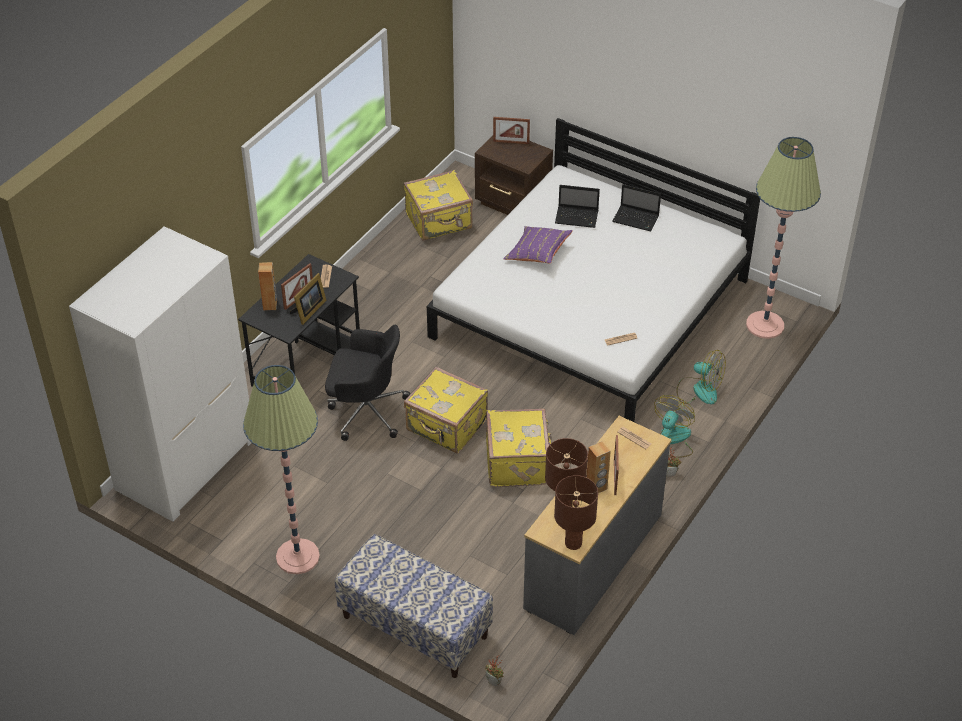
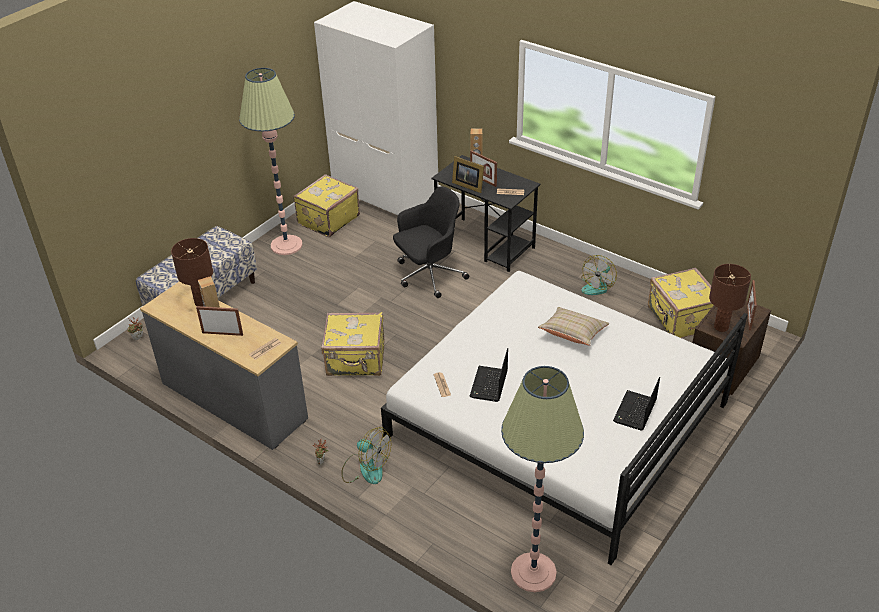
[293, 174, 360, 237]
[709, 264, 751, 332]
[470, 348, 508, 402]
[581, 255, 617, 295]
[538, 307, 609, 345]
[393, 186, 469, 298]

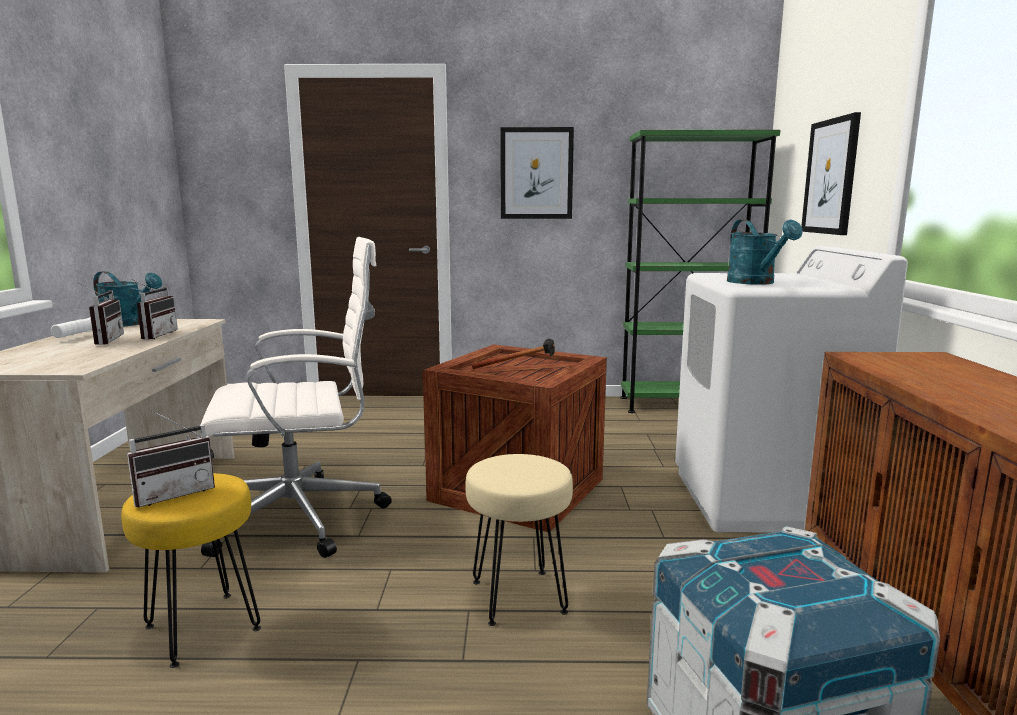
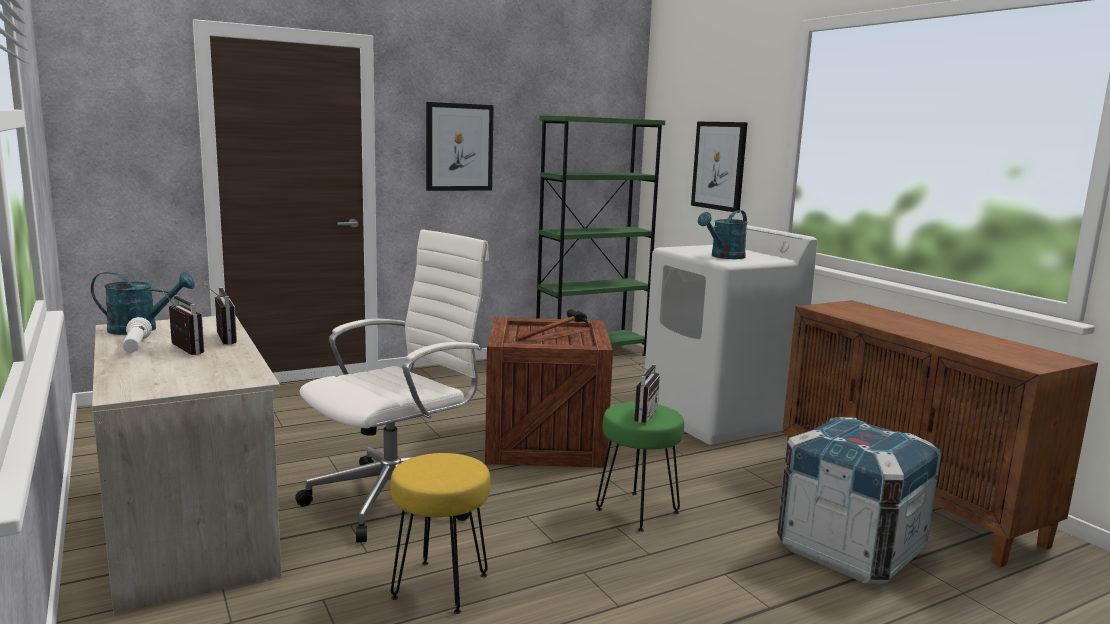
[629, 357, 660, 423]
[596, 402, 684, 532]
[698, 210, 747, 259]

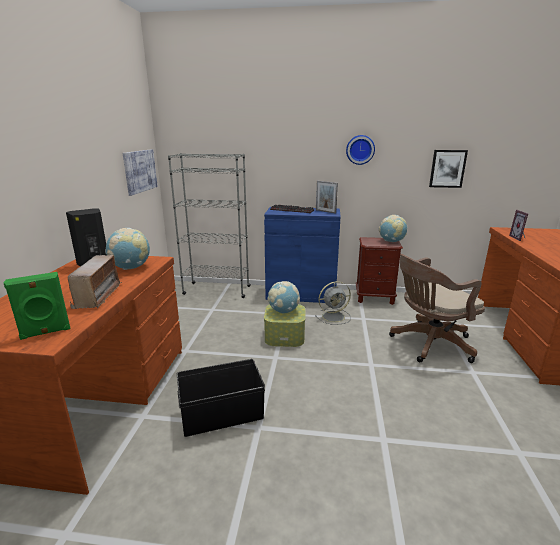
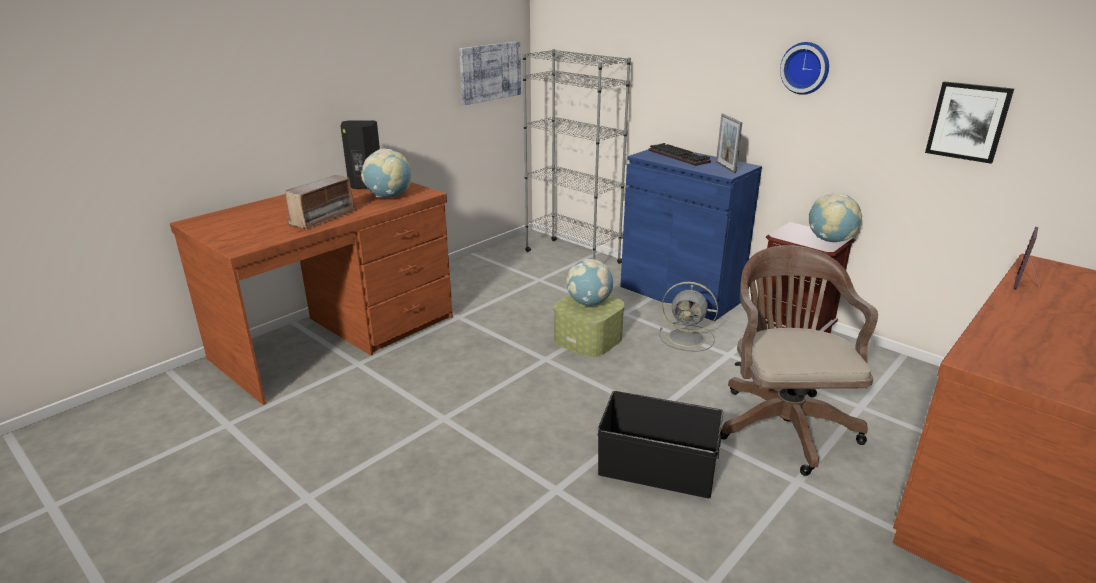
[3, 272, 70, 340] (first image)
[598, 391, 723, 498]
[720, 245, 878, 476]

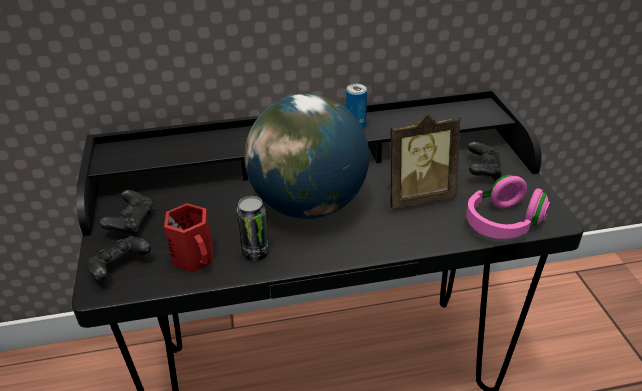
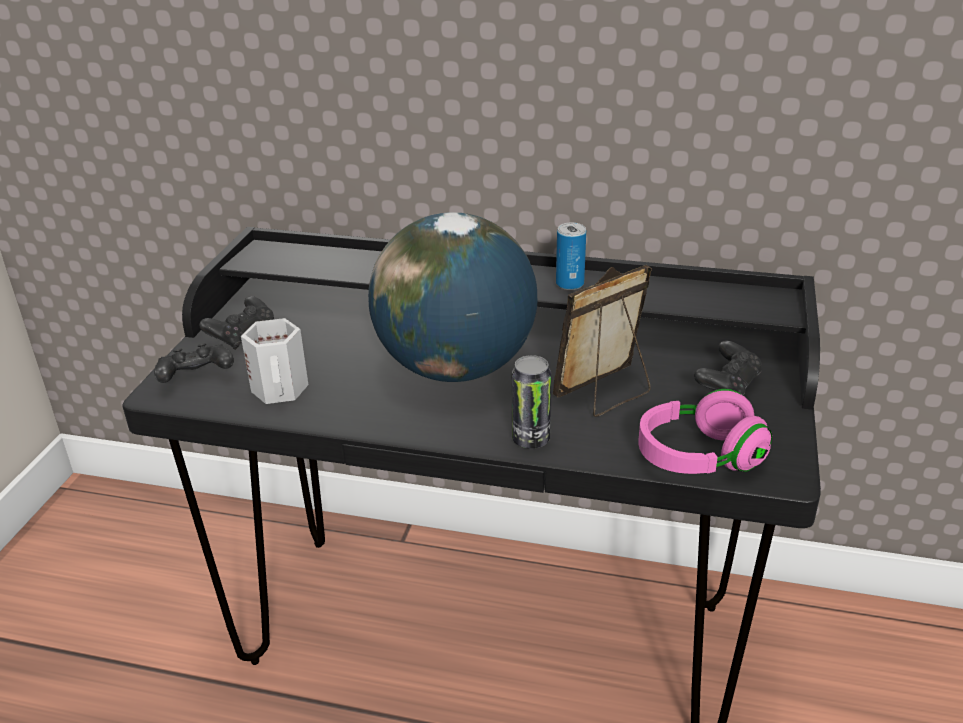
[512, 355, 551, 449]
[241, 318, 308, 404]
[553, 265, 652, 417]

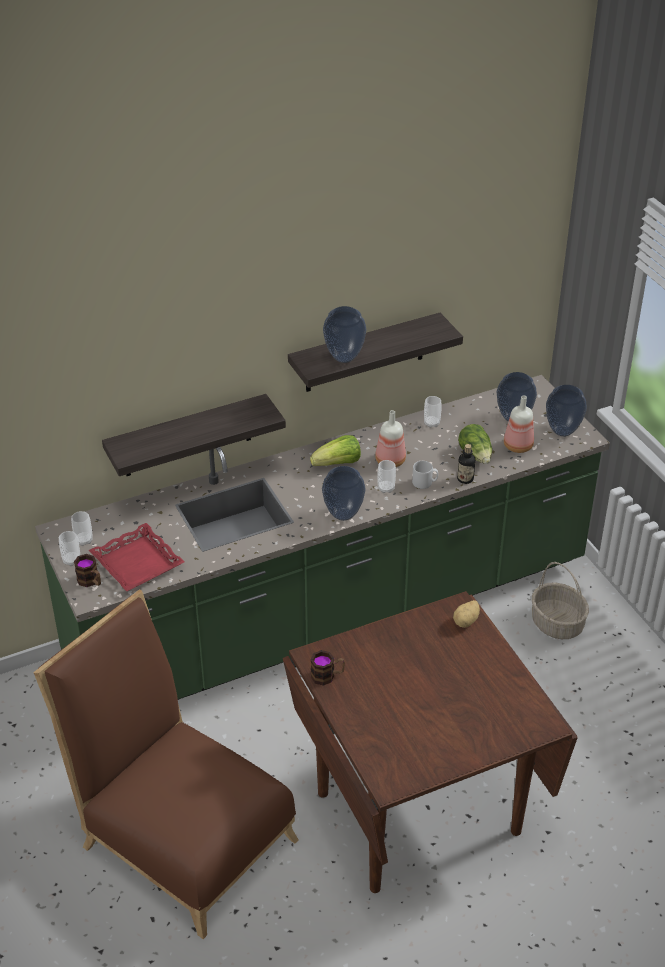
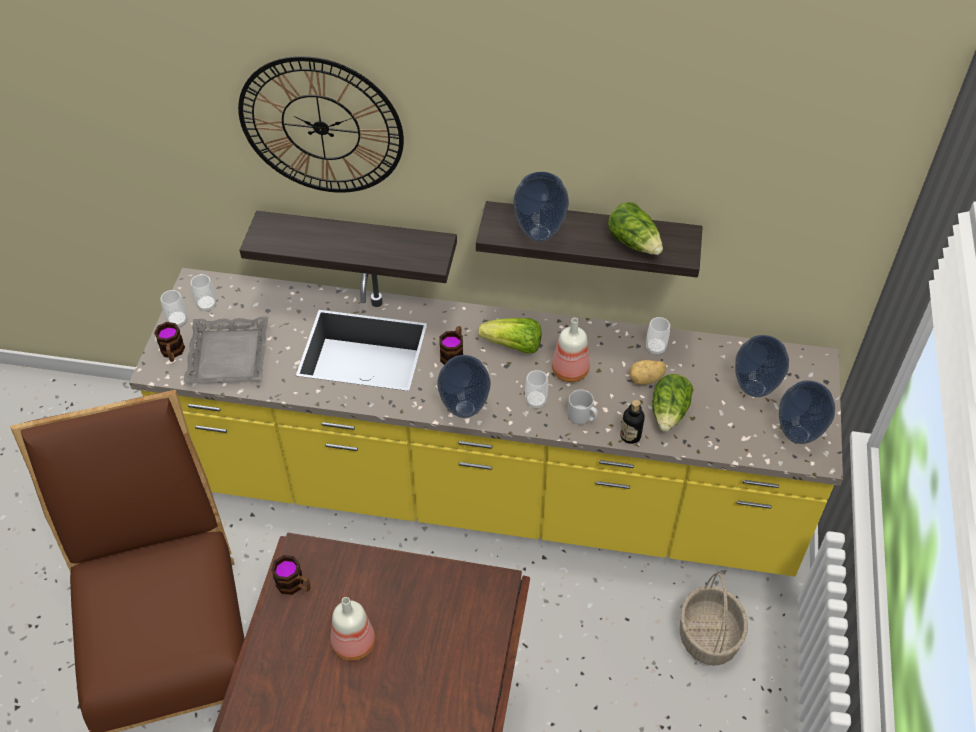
[238, 56, 404, 193]
[439, 326, 463, 365]
[608, 202, 663, 255]
[629, 360, 666, 385]
[331, 597, 375, 661]
[129, 268, 843, 577]
[184, 317, 268, 382]

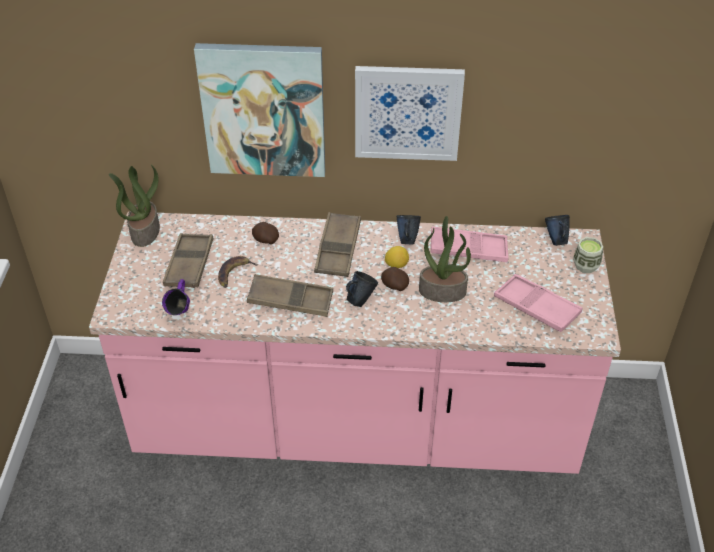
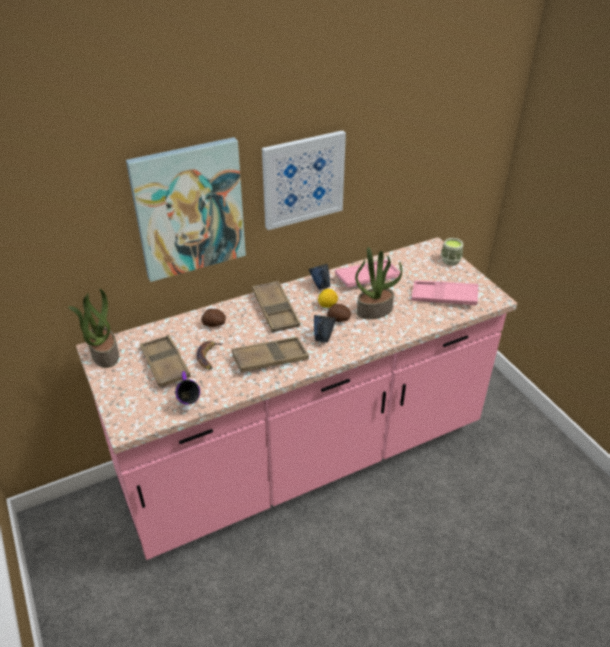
[545, 215, 570, 246] (first image)

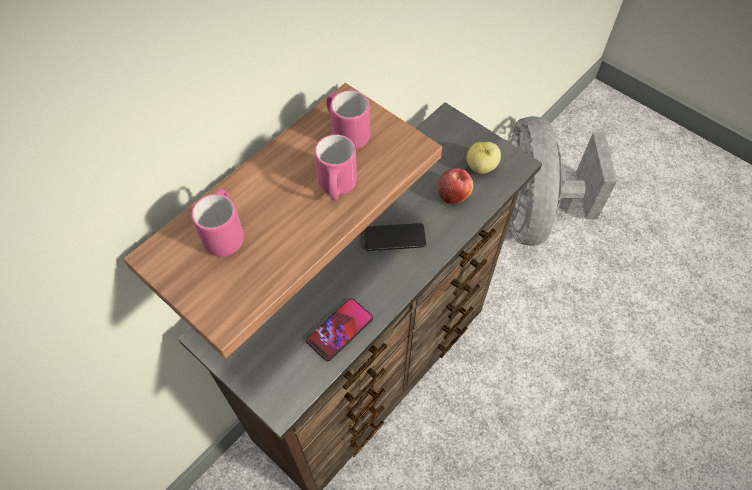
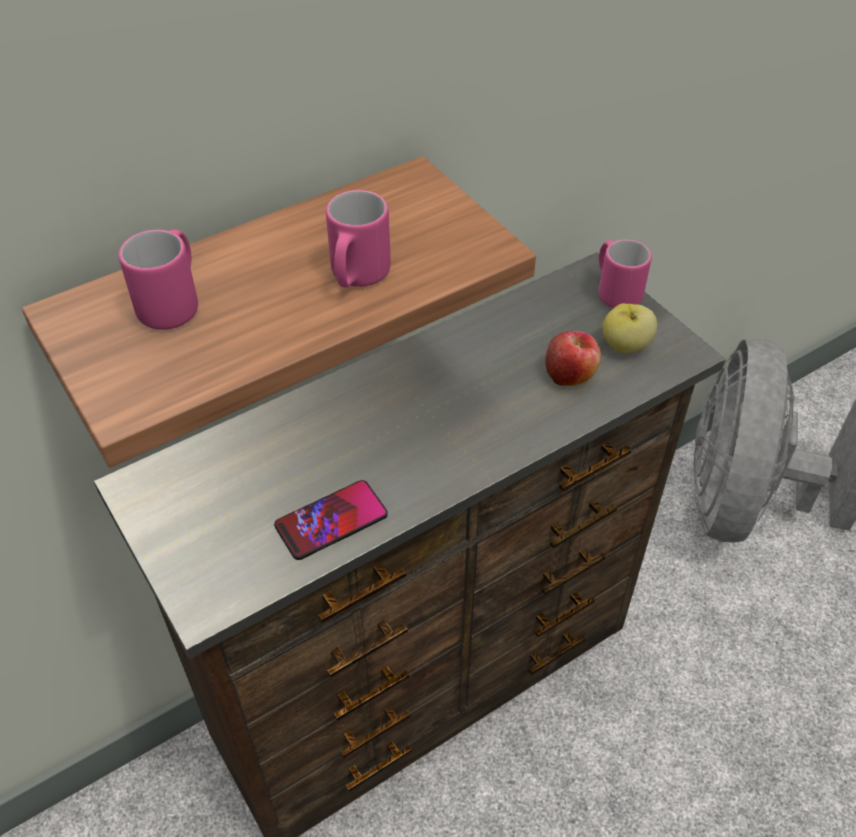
[364, 223, 426, 251] (first image)
[599, 239, 652, 309]

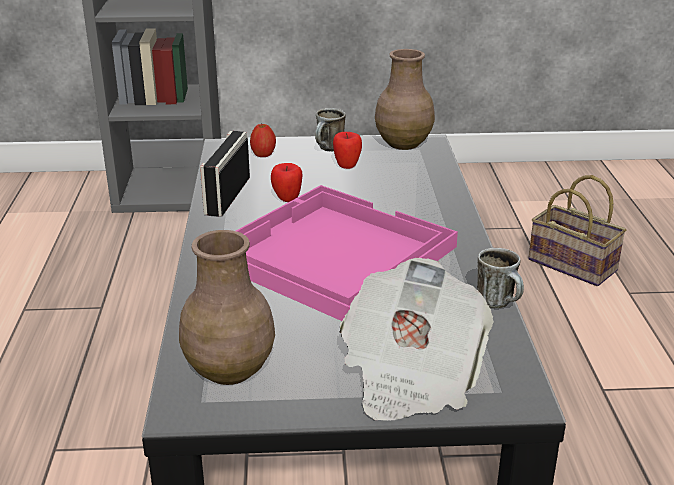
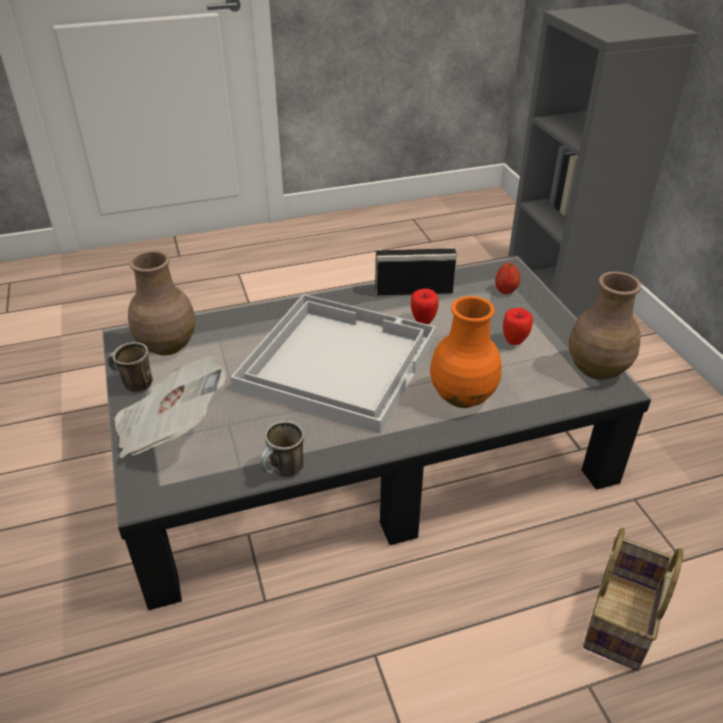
[430, 296, 502, 408]
[107, 342, 153, 392]
[231, 294, 436, 433]

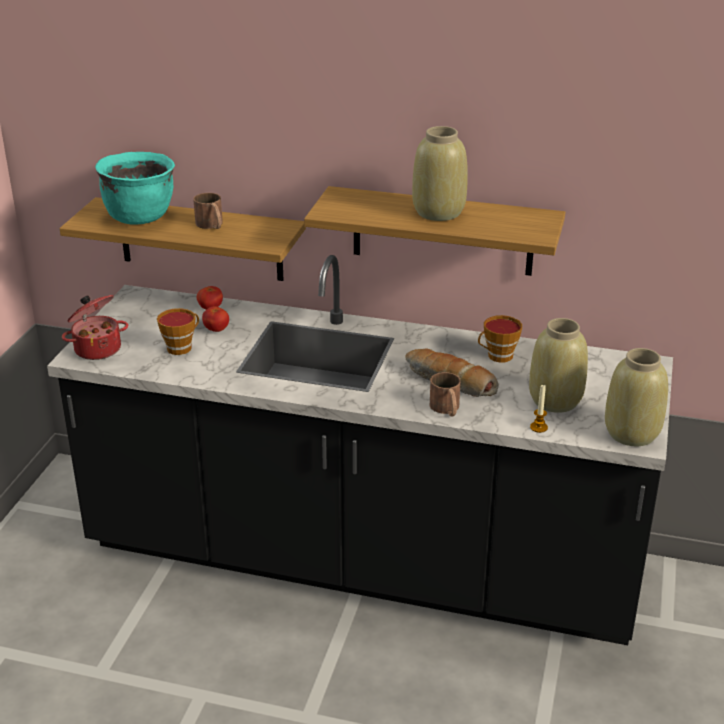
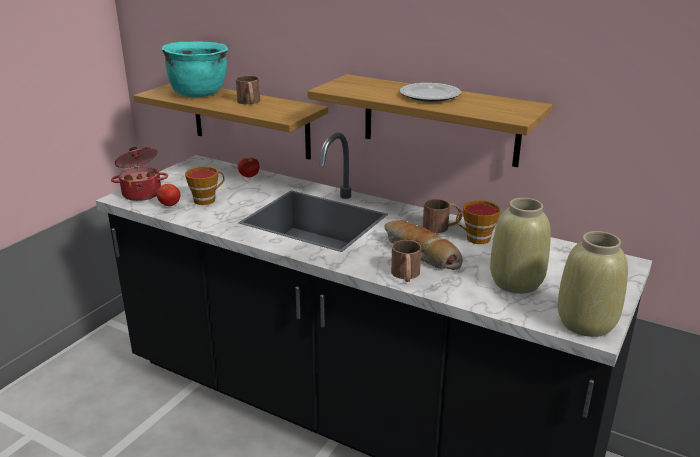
[530, 385, 548, 433] (first image)
[423, 199, 462, 233]
[157, 184, 180, 206]
[400, 83, 461, 102]

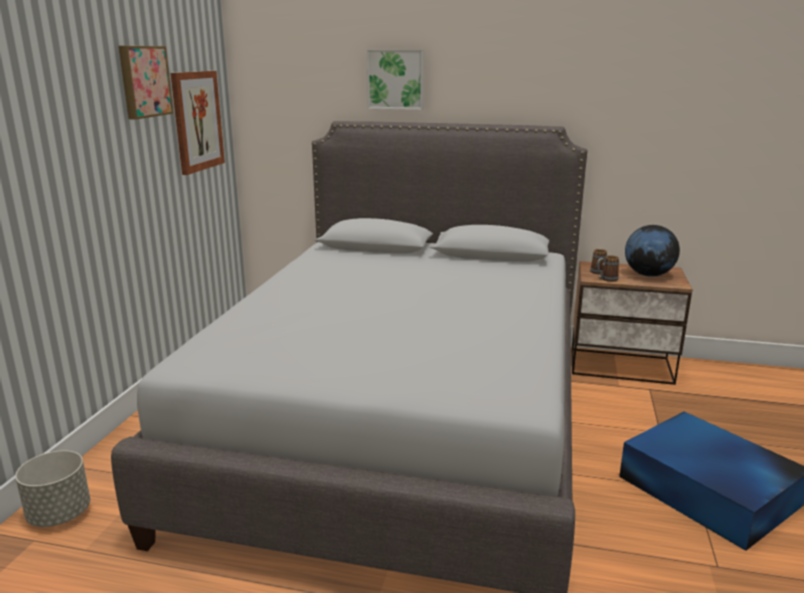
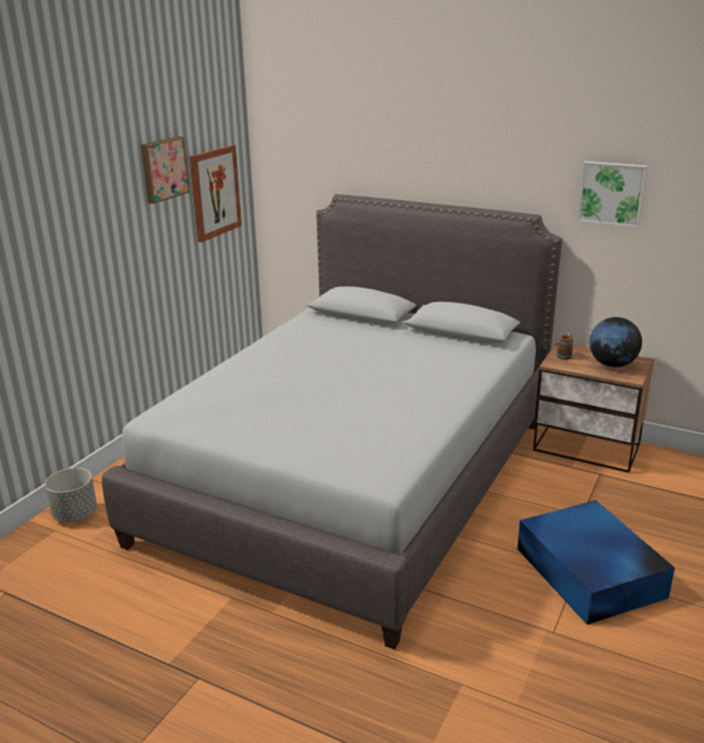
[597, 255, 619, 282] (first image)
[577, 161, 648, 228]

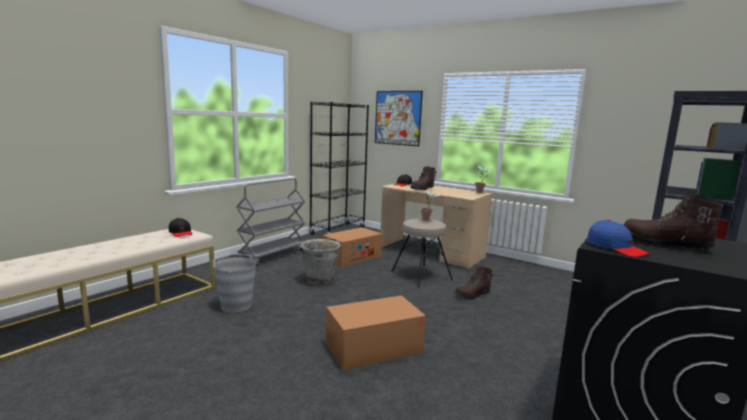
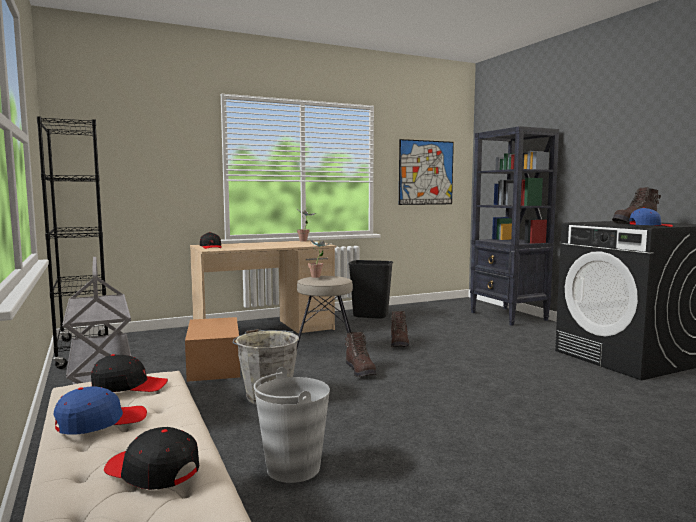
[326, 295, 426, 371] (first image)
[53, 386, 147, 435]
[104, 427, 199, 489]
[348, 260, 393, 319]
[399, 139, 454, 205]
[345, 332, 377, 377]

